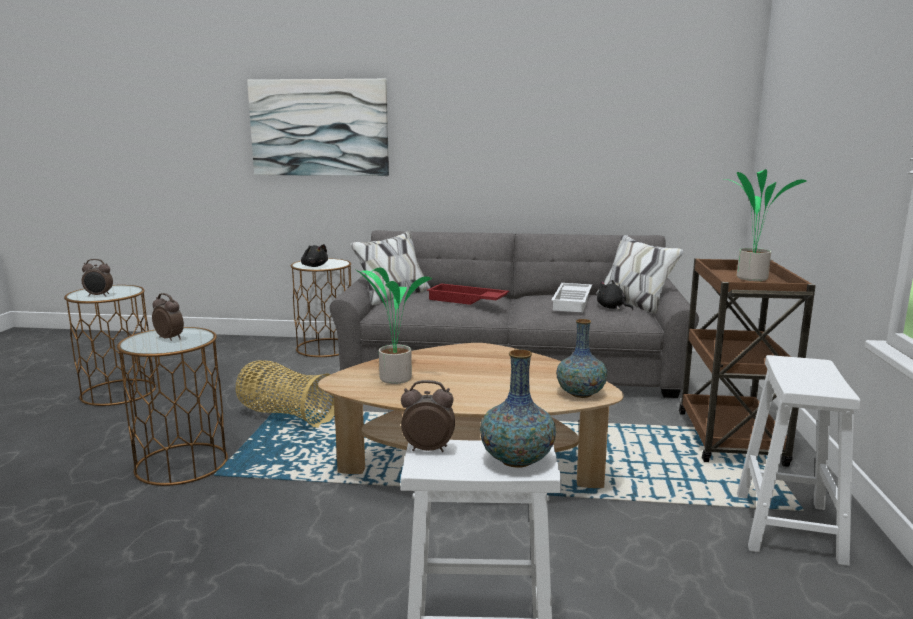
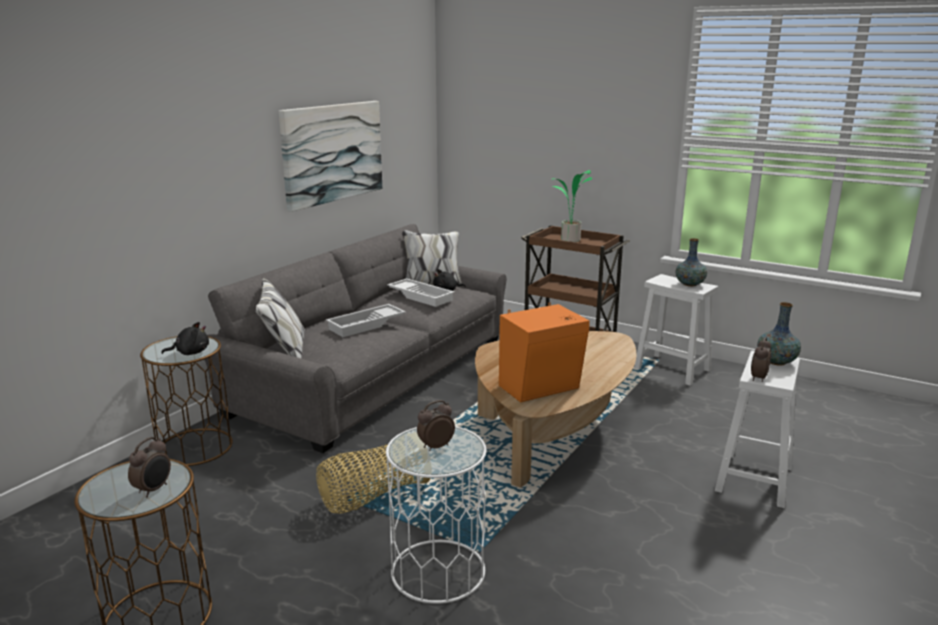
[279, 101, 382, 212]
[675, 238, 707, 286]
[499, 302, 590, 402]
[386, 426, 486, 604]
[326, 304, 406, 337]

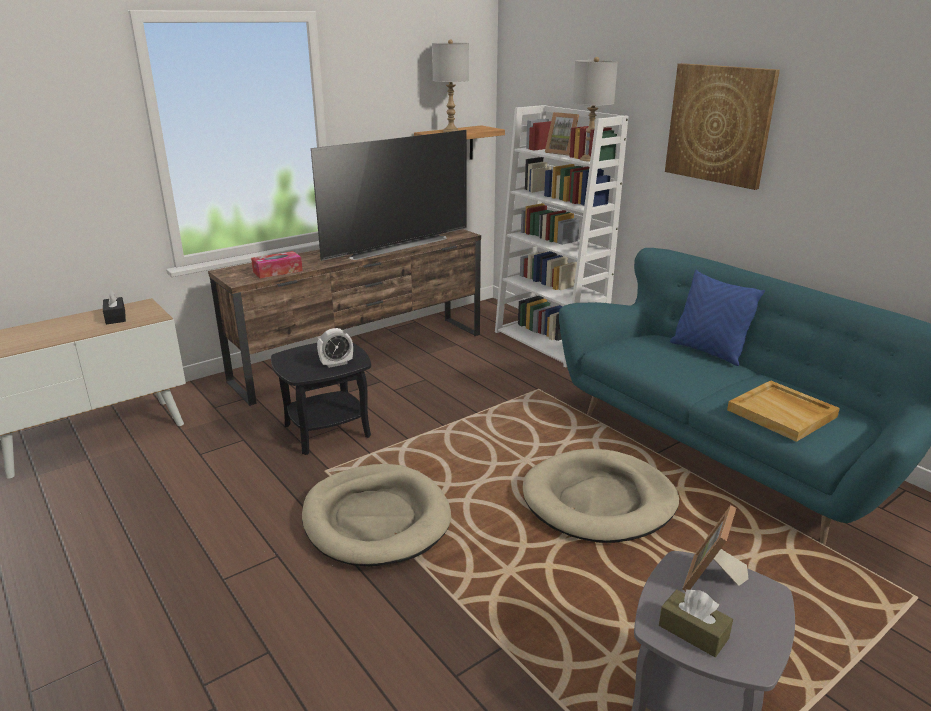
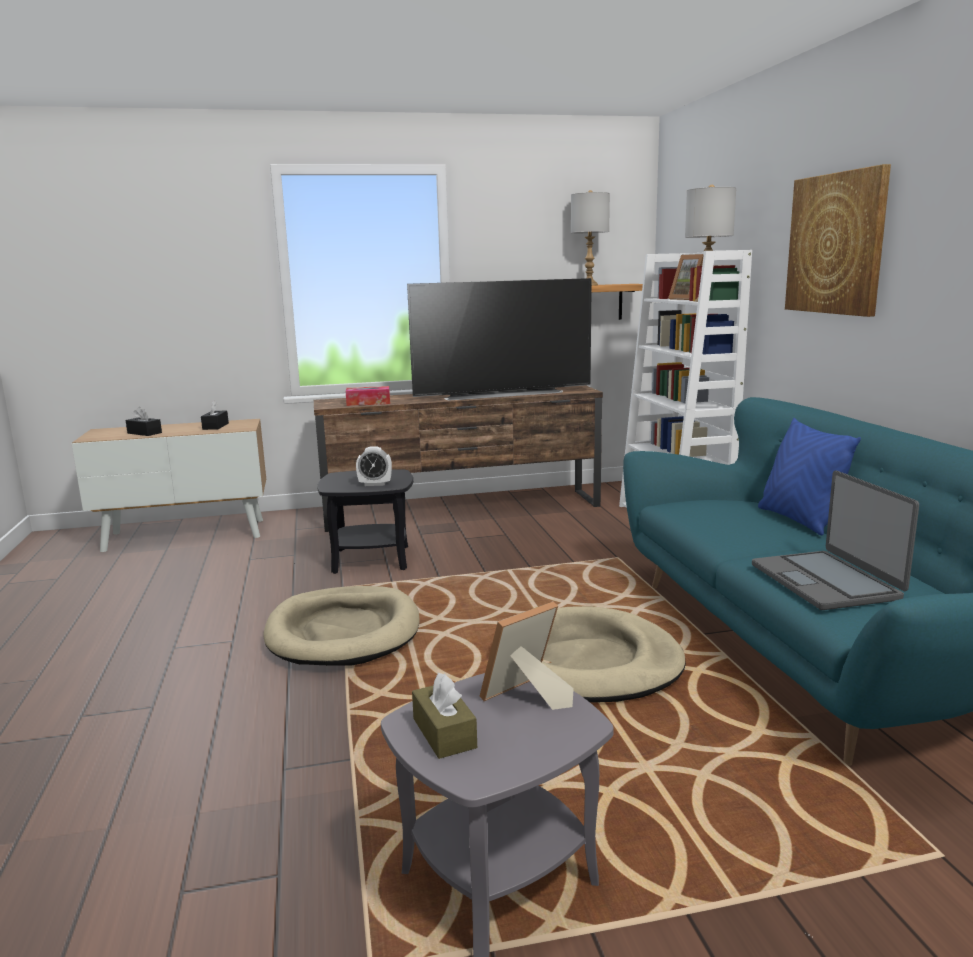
[126, 407, 162, 436]
[752, 470, 919, 610]

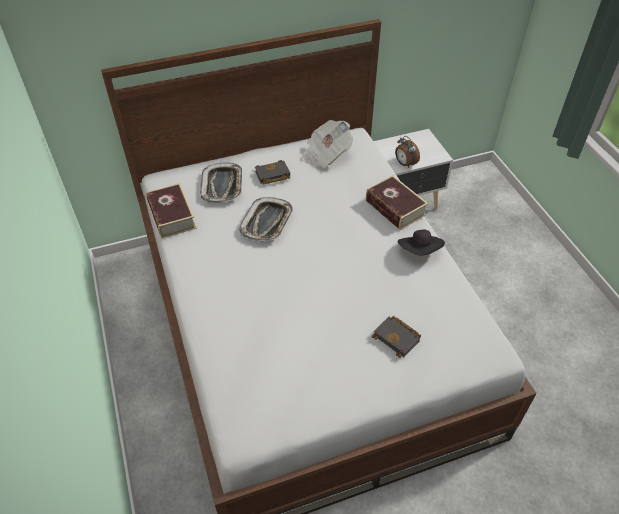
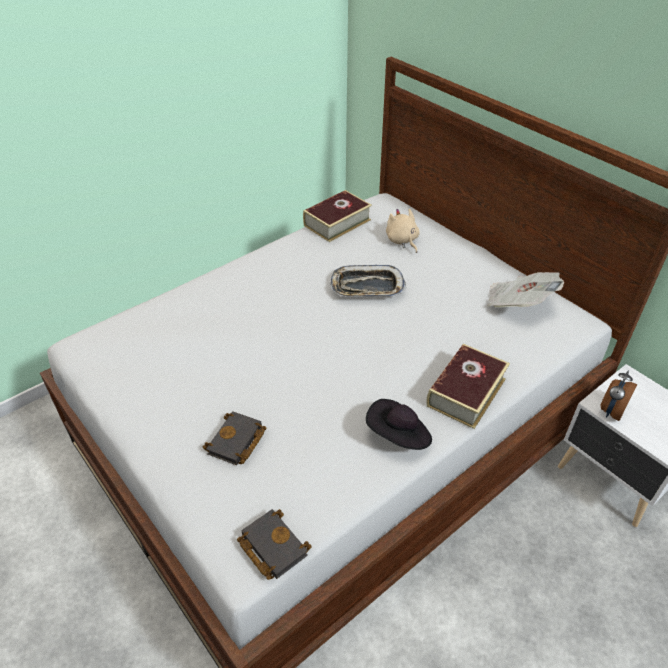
[237, 509, 311, 580]
[386, 209, 420, 253]

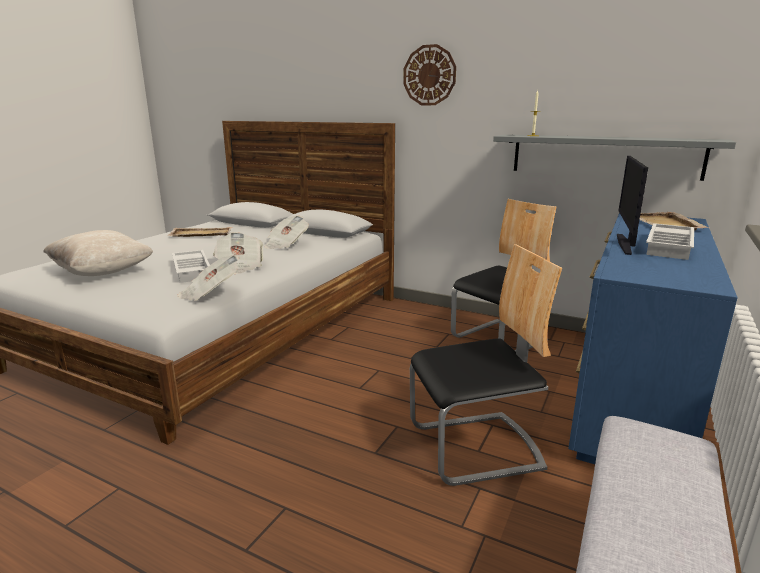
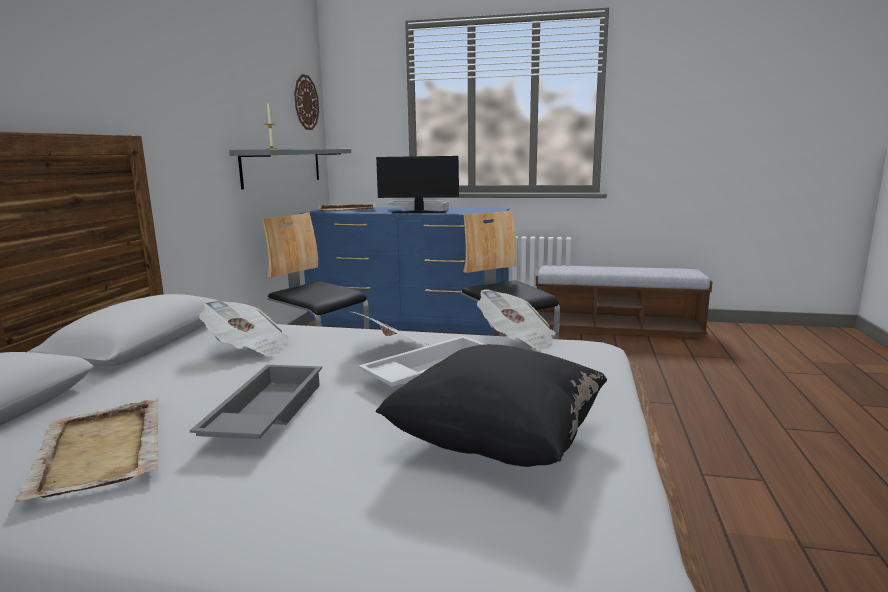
[190, 365, 322, 439]
[294, 74, 319, 130]
[376, 344, 607, 467]

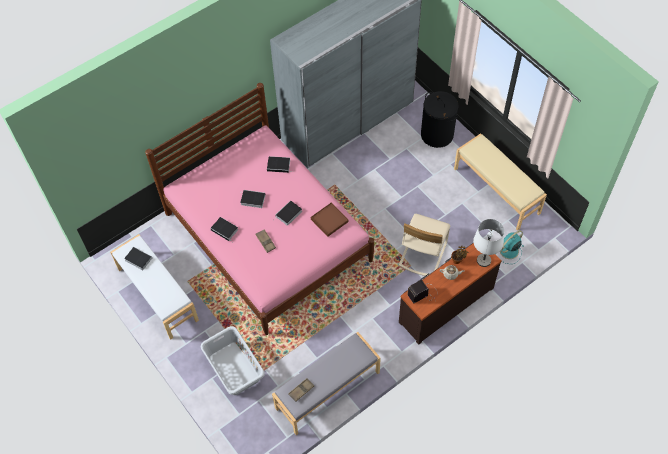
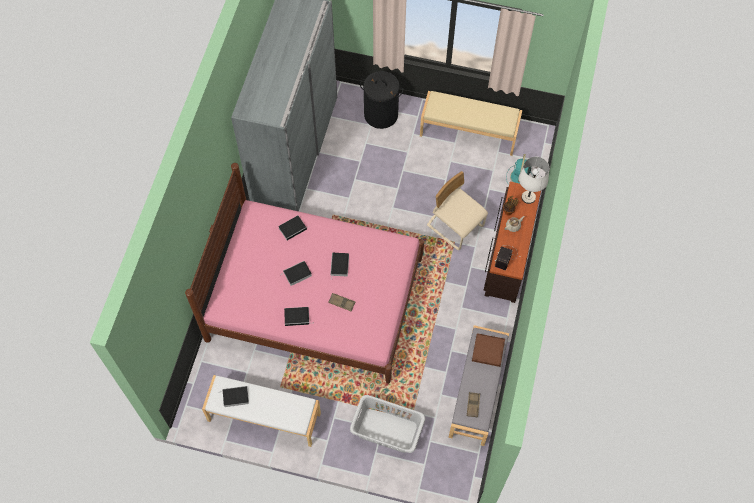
[472, 333, 505, 367]
[427, 171, 488, 250]

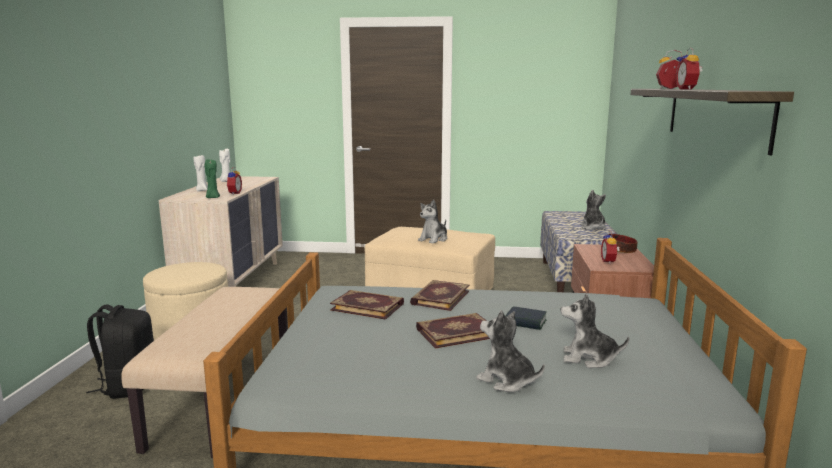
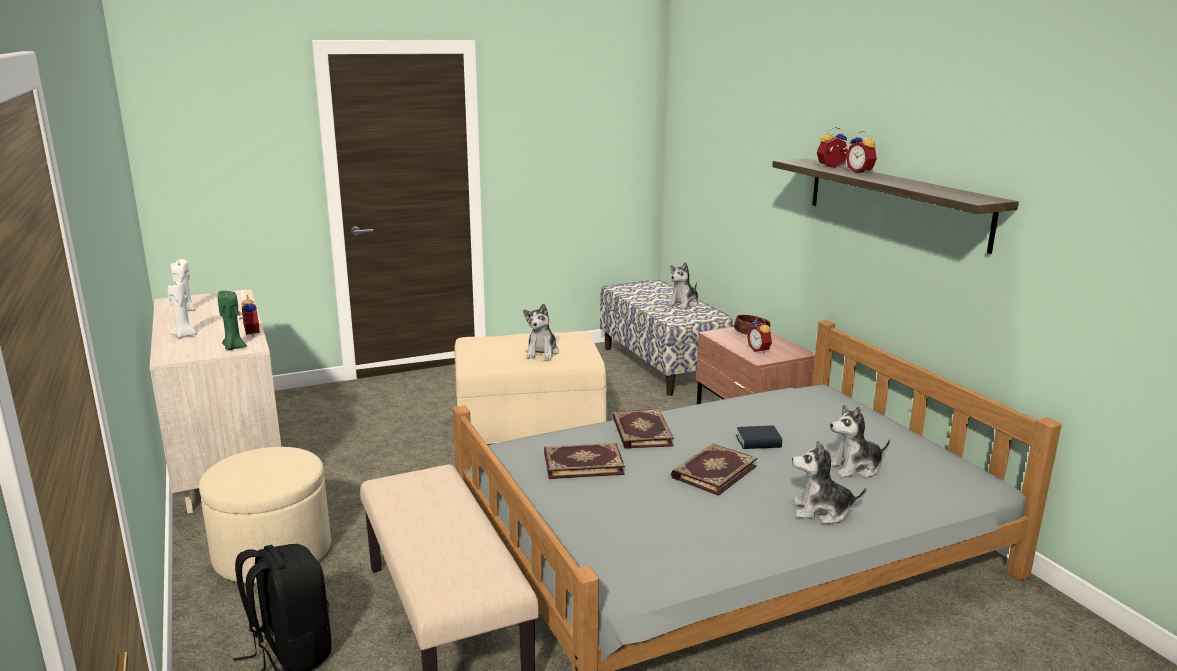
[667, 262, 698, 310]

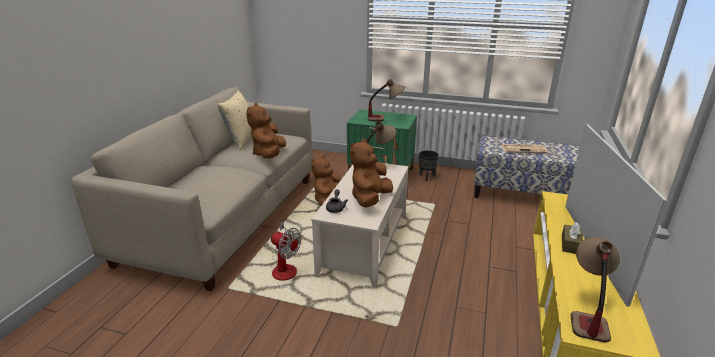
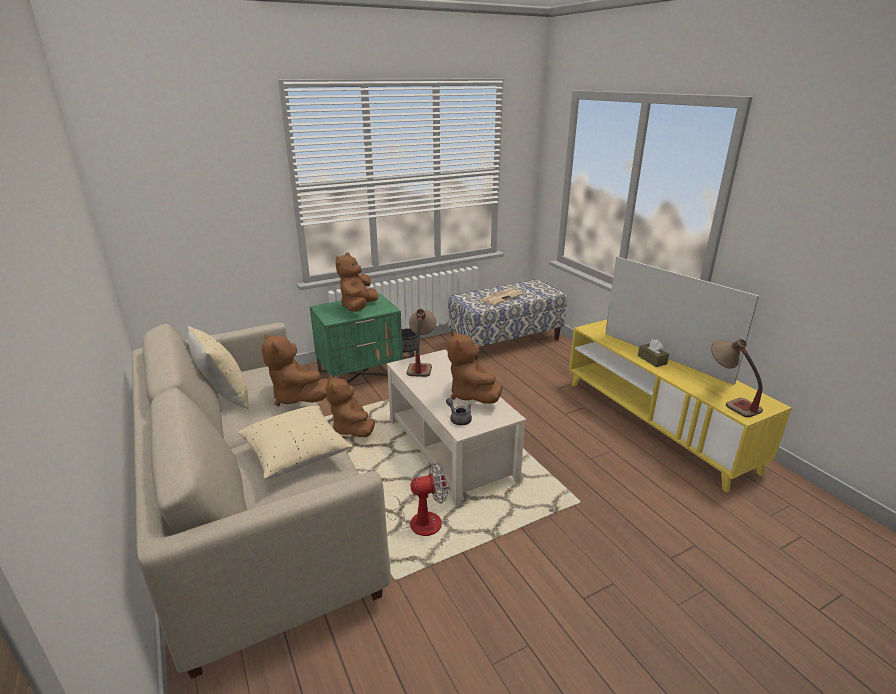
[238, 406, 353, 479]
[336, 252, 378, 312]

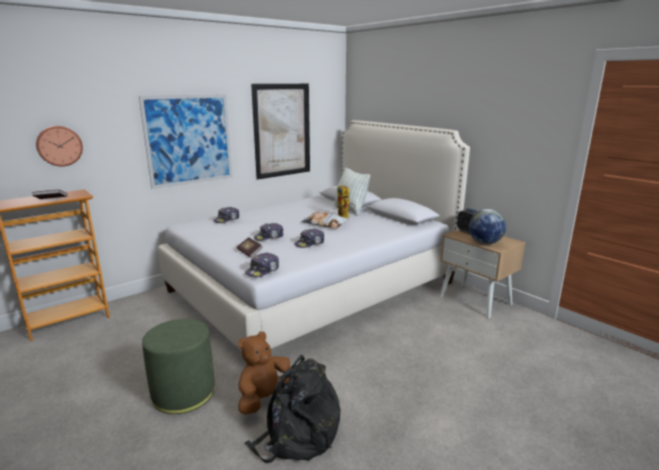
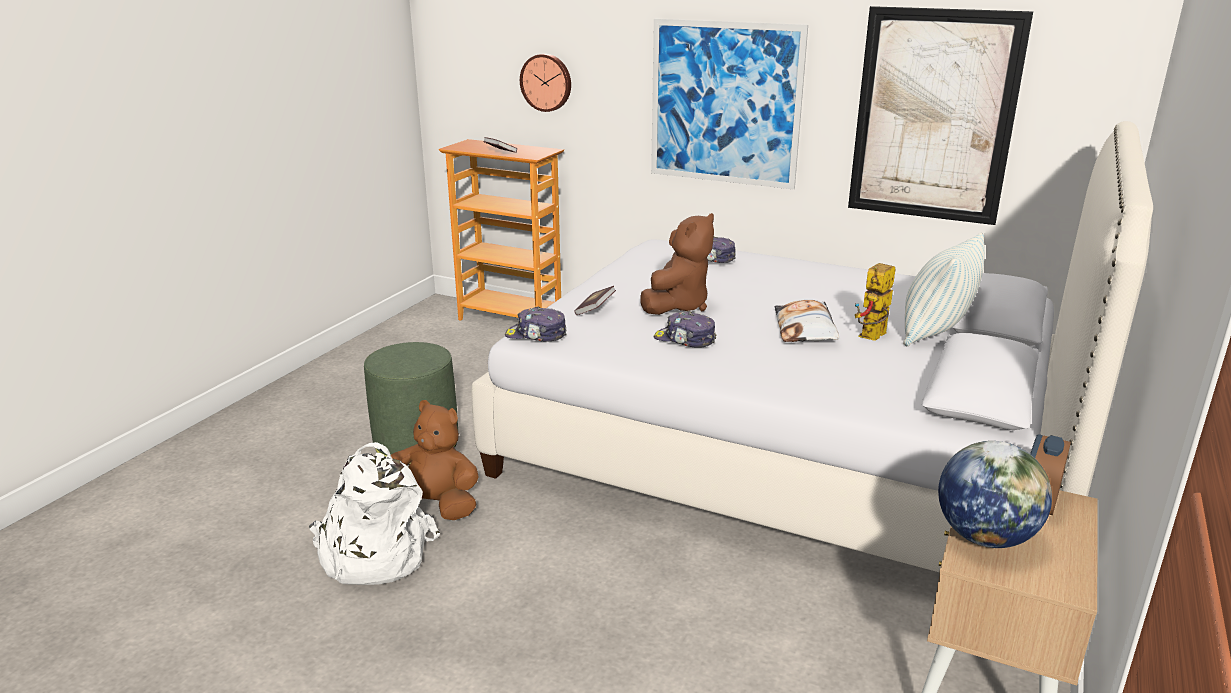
[640, 213, 714, 315]
[309, 442, 440, 585]

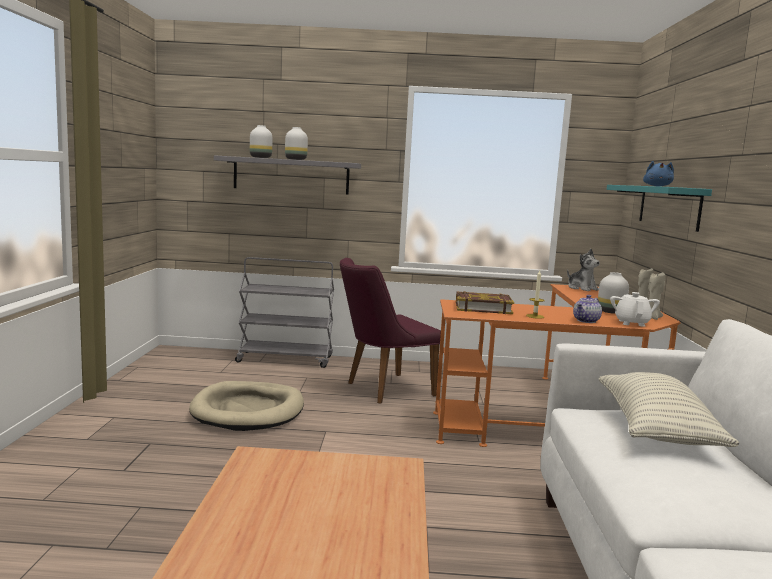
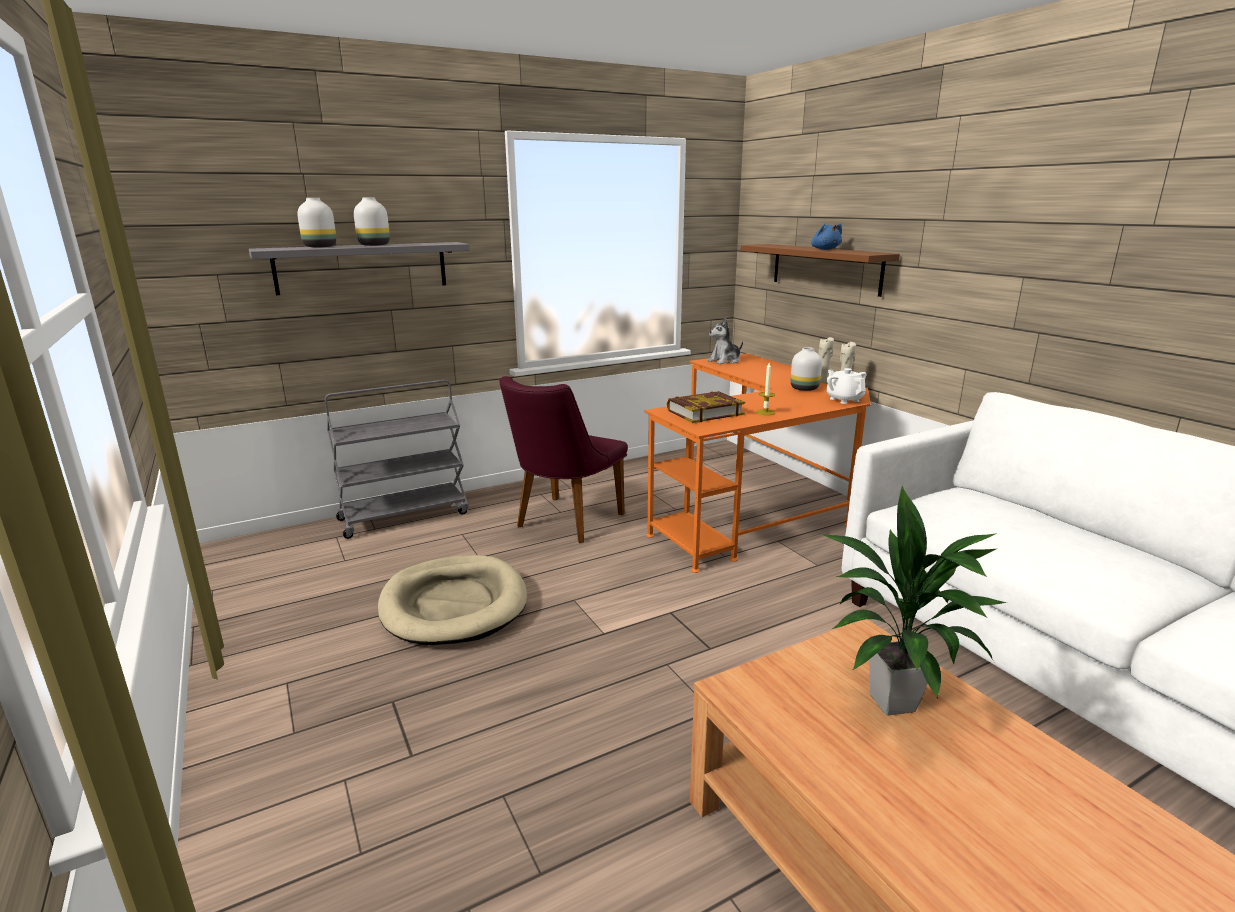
[573, 295, 602, 323] (first image)
[599, 372, 739, 447] (first image)
[821, 486, 1007, 715]
[741, 244, 900, 297]
[707, 318, 743, 364]

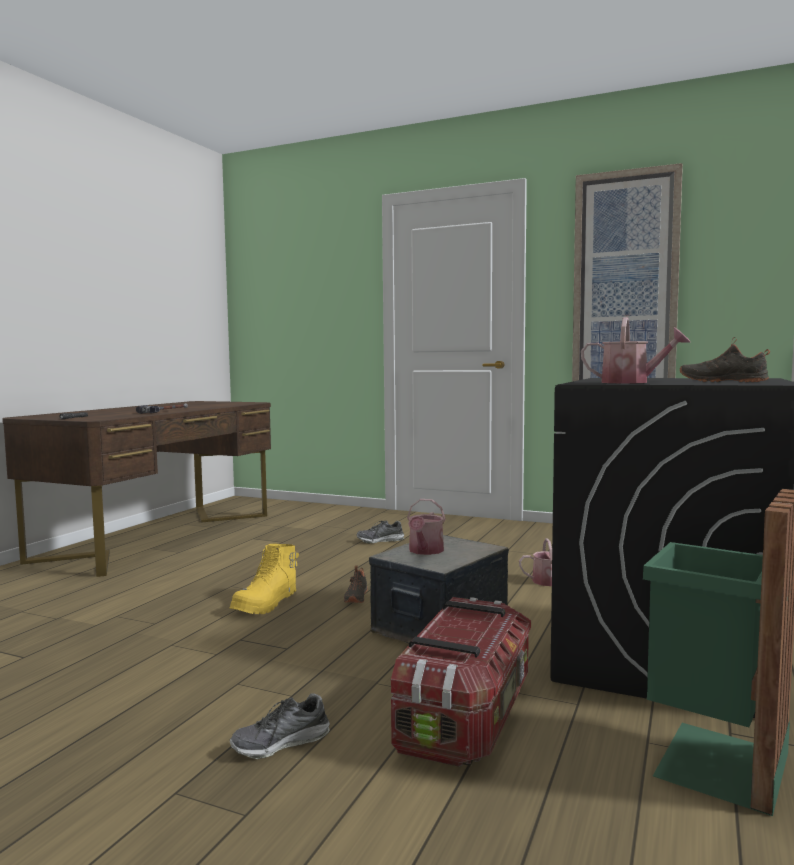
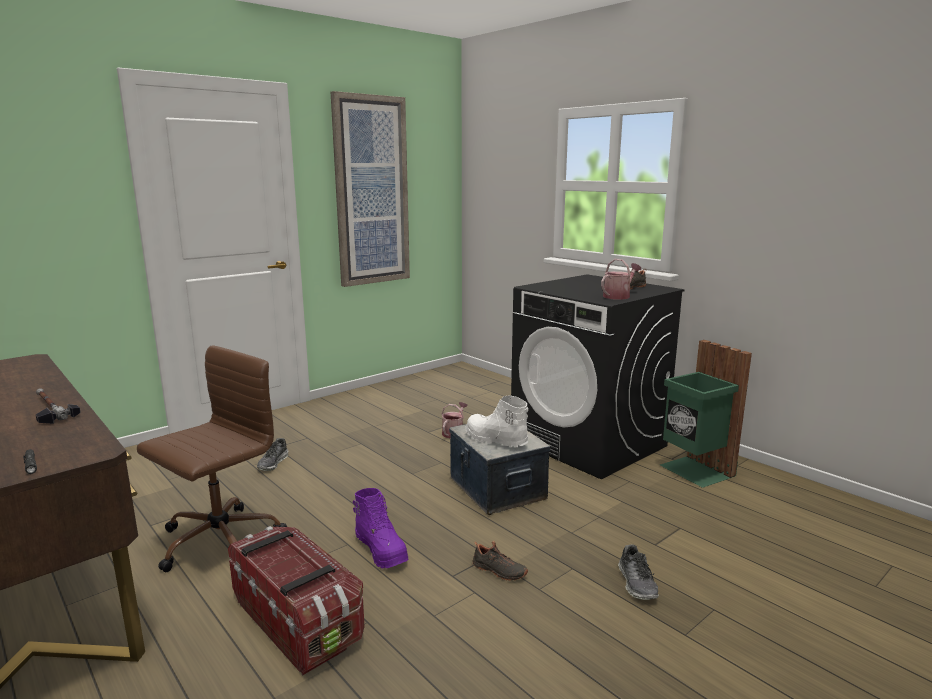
[137, 345, 287, 572]
[473, 540, 528, 581]
[228, 526, 365, 675]
[465, 395, 528, 447]
[353, 488, 409, 569]

